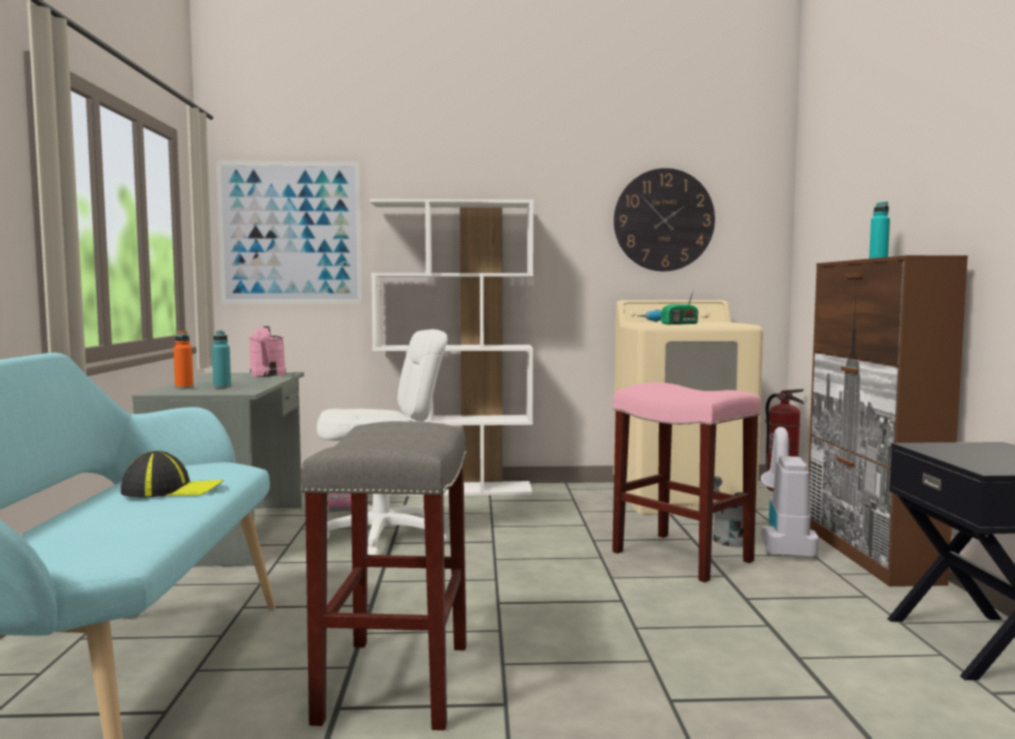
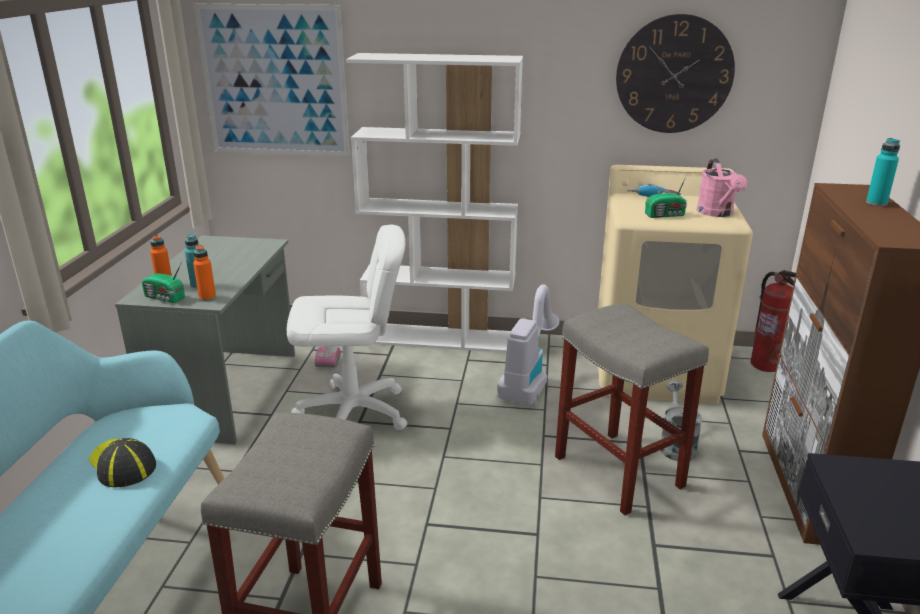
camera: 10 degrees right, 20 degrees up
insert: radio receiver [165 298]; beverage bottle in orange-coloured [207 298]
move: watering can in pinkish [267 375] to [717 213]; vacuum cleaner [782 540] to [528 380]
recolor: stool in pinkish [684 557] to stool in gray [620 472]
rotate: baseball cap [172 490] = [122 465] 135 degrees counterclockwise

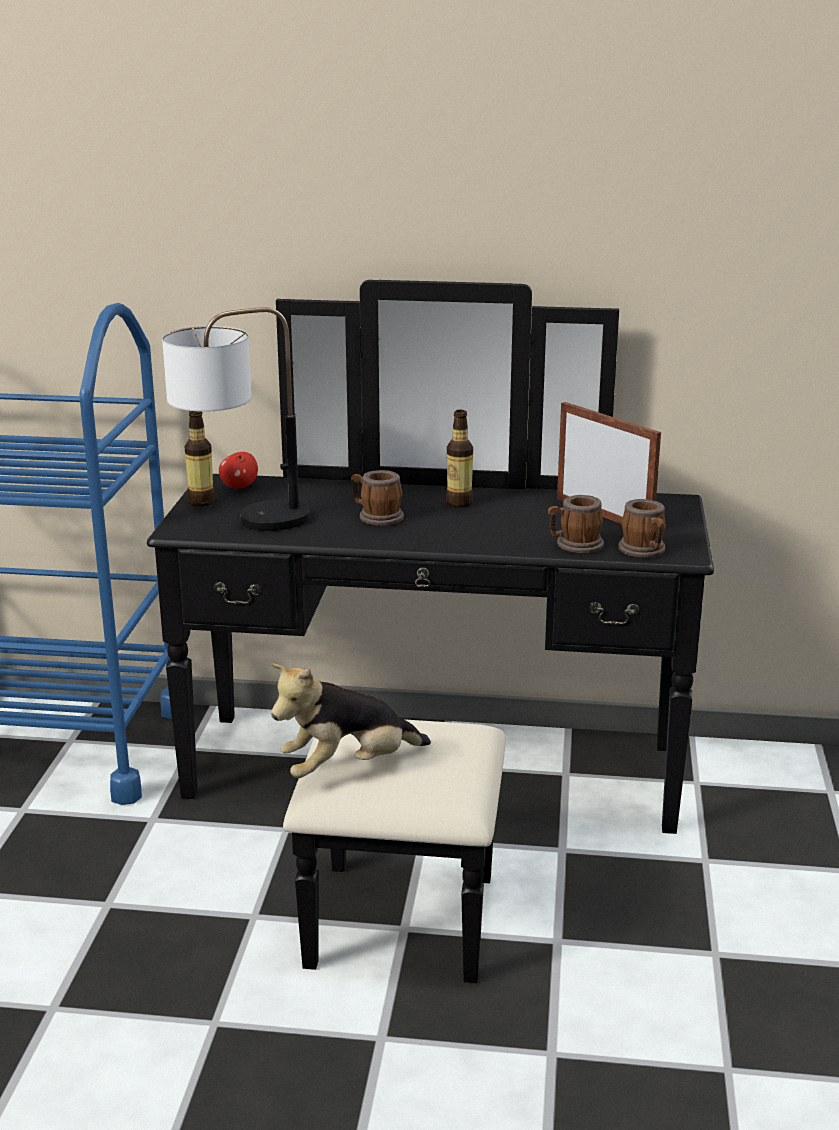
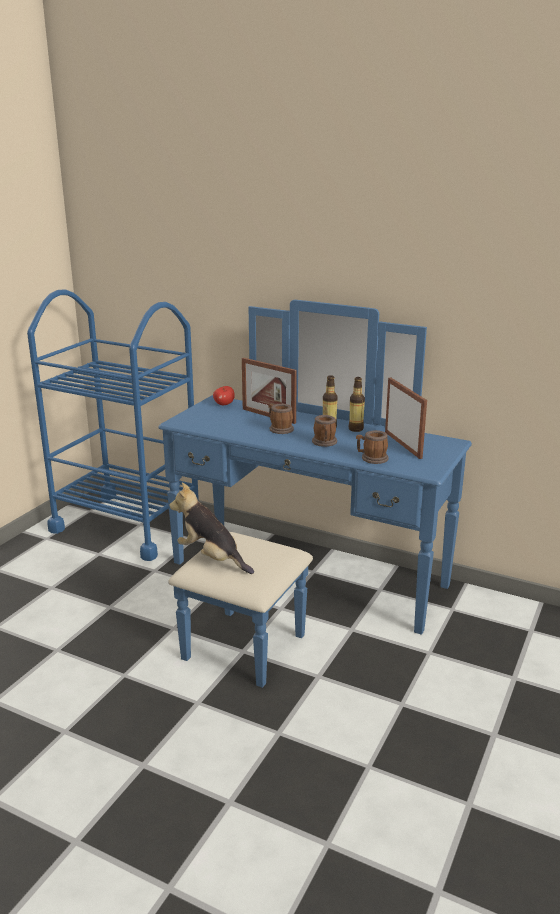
camera: 20 degrees right, 0 degrees up
delete: table lamp [241 524]
insert: photo frame [268 416]
move: beverage bottle [201 502] to [355 429]; coffee mug [644 551] to [324 443]
recolor: drawer chest in blackish [429 801] to drawer chest in blue [296 589]
rotate: cuddly toy [348 768] = [211 558] 45 degrees clockwise

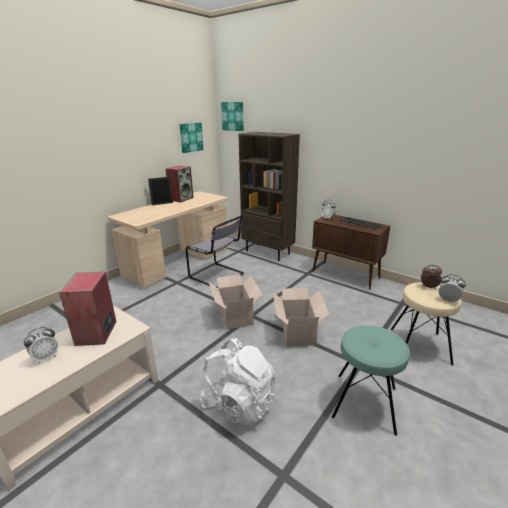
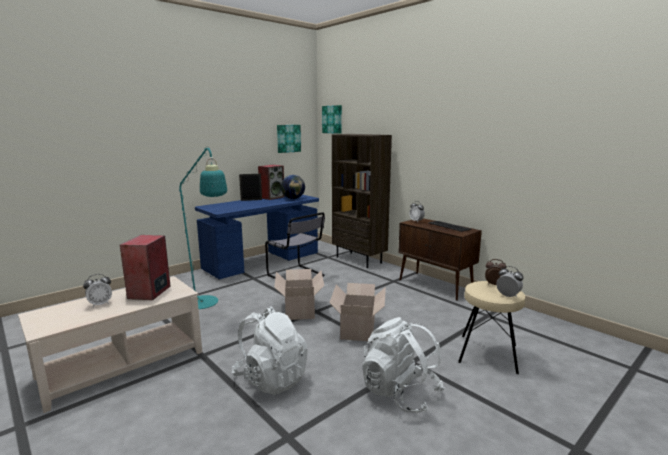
camera: 10 degrees right, 10 degrees down
insert: standard lamp in turquoise [205 305]; globe [293 199]
replace: stool in turquoise [364 402] to knapsack in white-coloured [400 393]
recolor: desk in beige-coloured [178 262] to desk in blue [262 262]

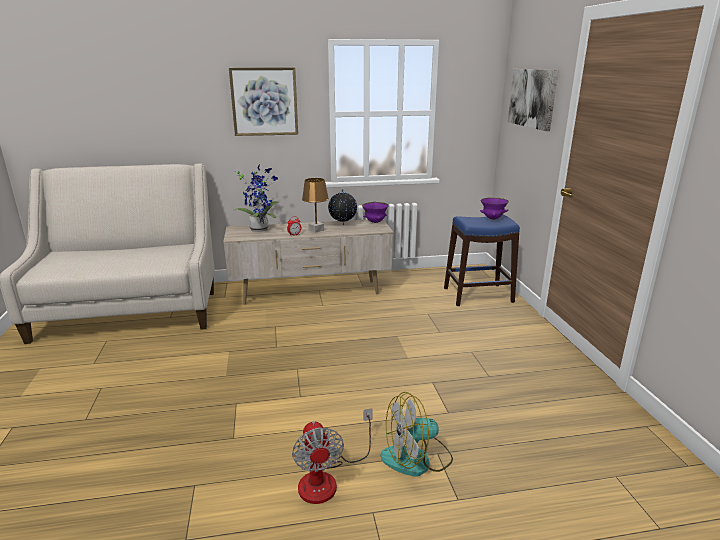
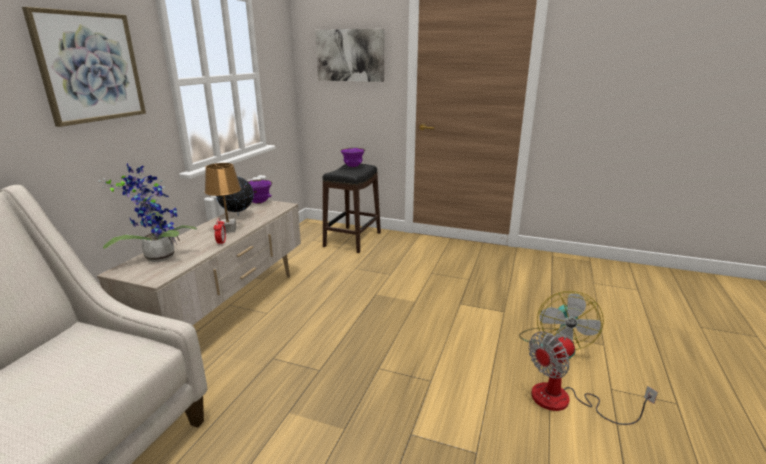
camera: 60 degrees left, 0 degrees up
recolor: stool in blue [477 295] to stool in blackish [352 239]
rotate: electric fan [327 479] = [565 401] 135 degrees clockwise

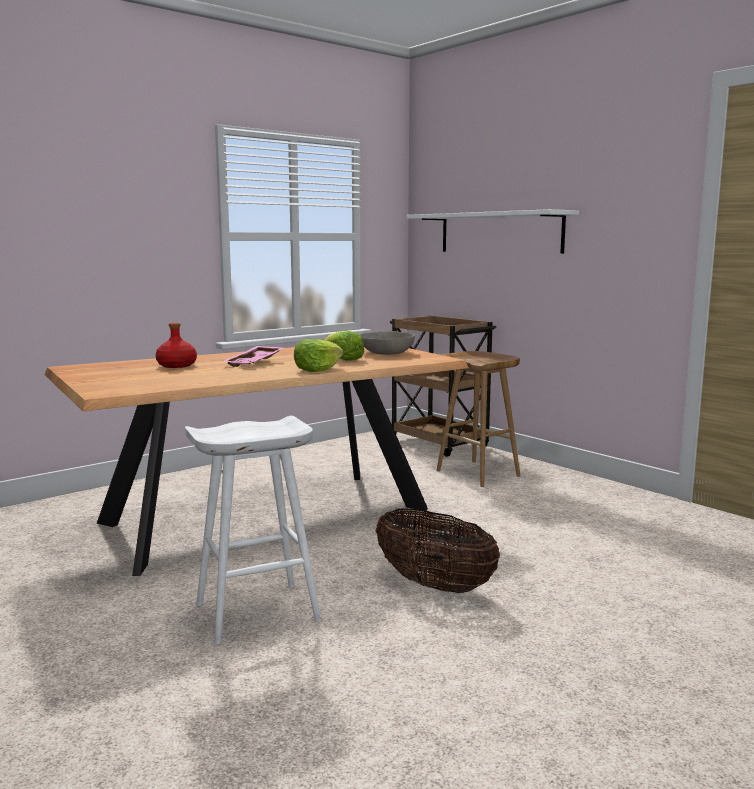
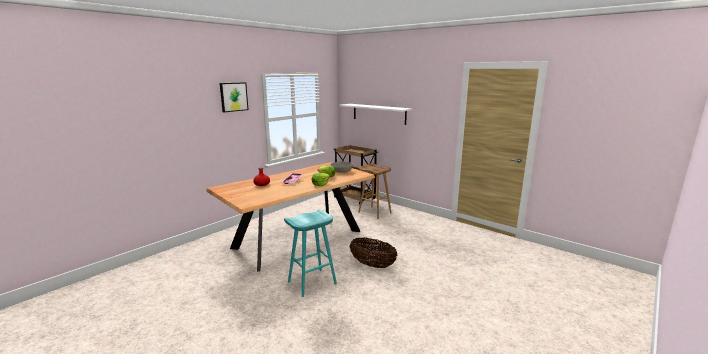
camera: 10 degrees left, 5 degrees up
insert: picture [233 97]
recolor: stool in white-coloured [256 613] to stool in turquoise [311 283]

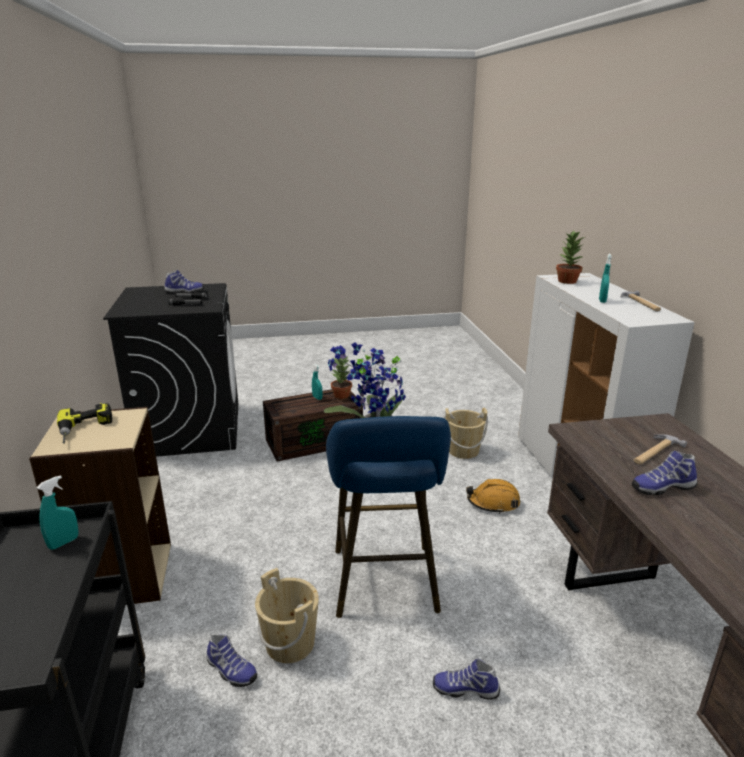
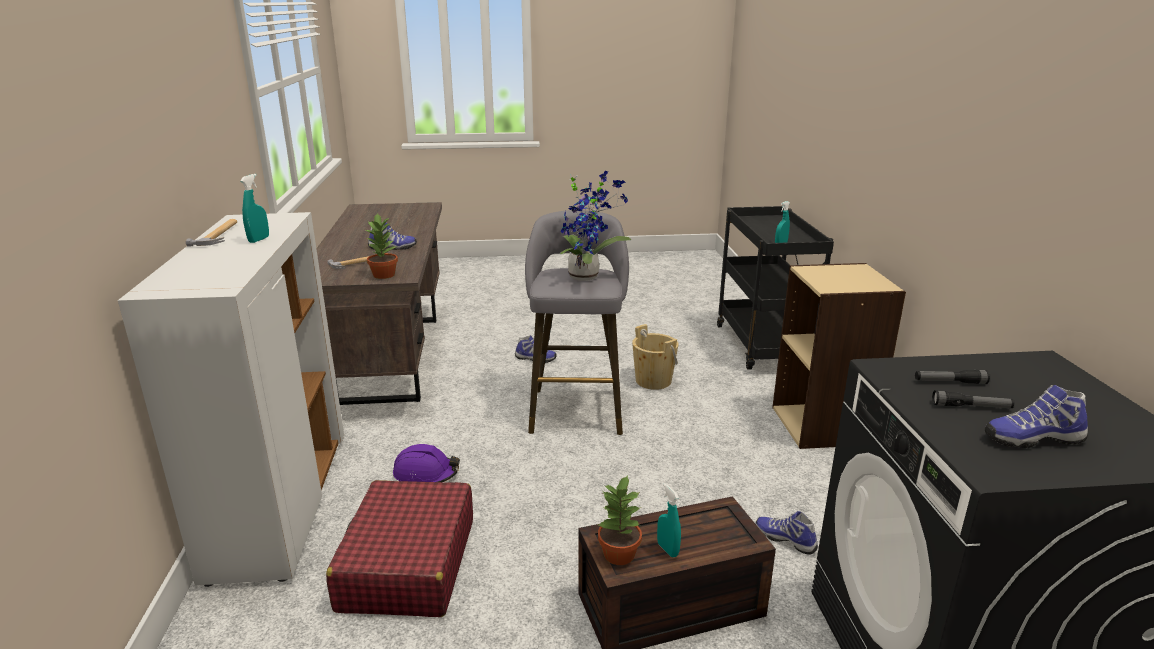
camera: 175 degrees left, 0 degrees up
delete: power drill [85 429]
move: shoe [230 670] to [786 539]; houseplant [567 281] to [384 275]
replace: pail in beige-coloured [463 450] to suitcase in reddish [407 564]
recolor: stool in blue [385 585] to stool in gray [576 408]; hard hat in orange-coloured [493 503] to hard hat in purplish [426 474]

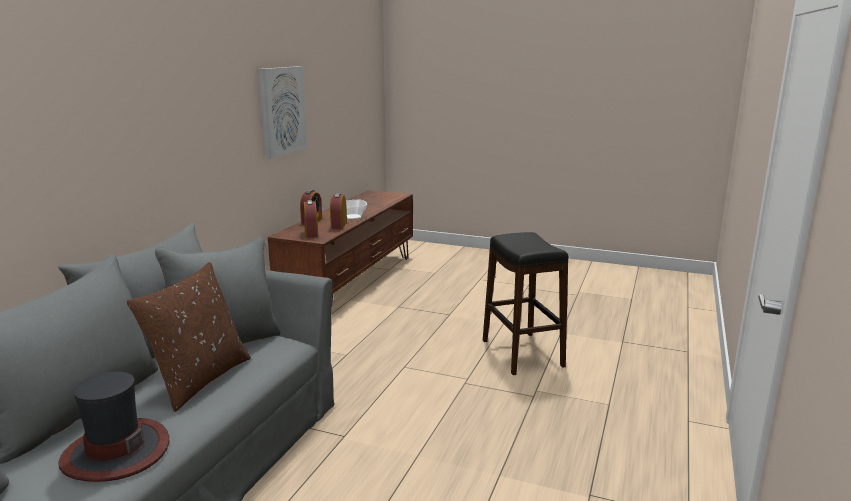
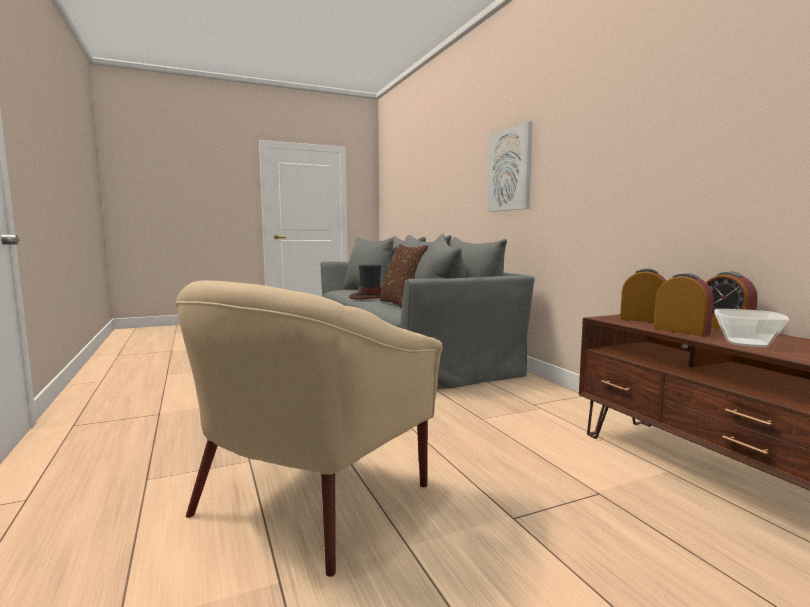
camera: 135 degrees right, 10 degrees down
move: picture [282 111] to [509 170]
replace: stool in blackish [522 353] to easy chair in beige-coloured [309 499]

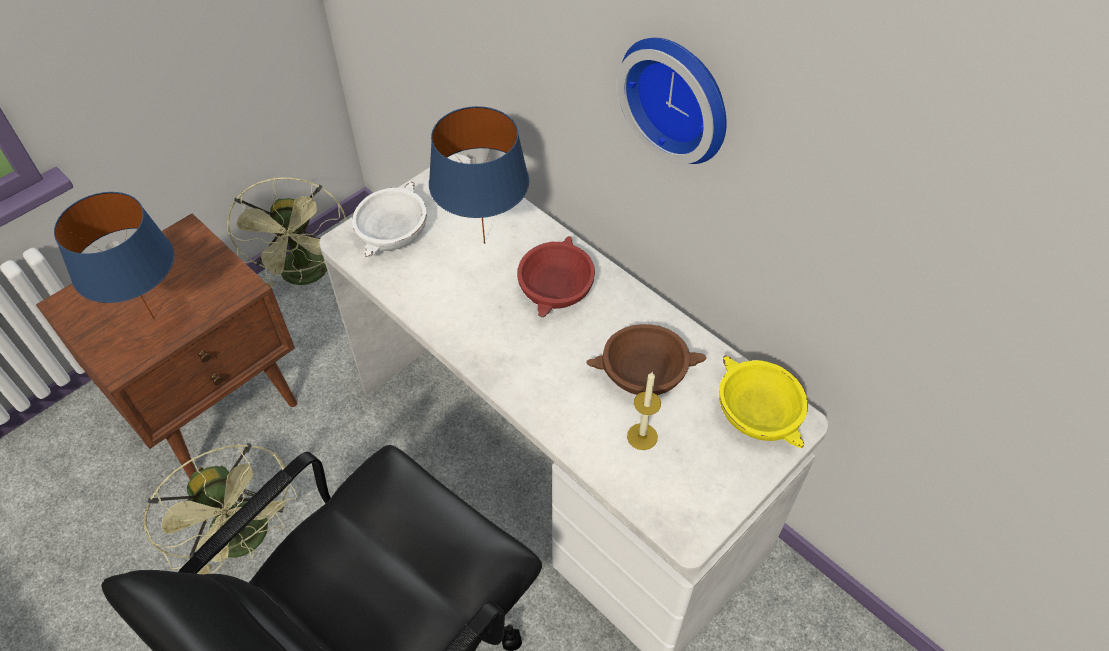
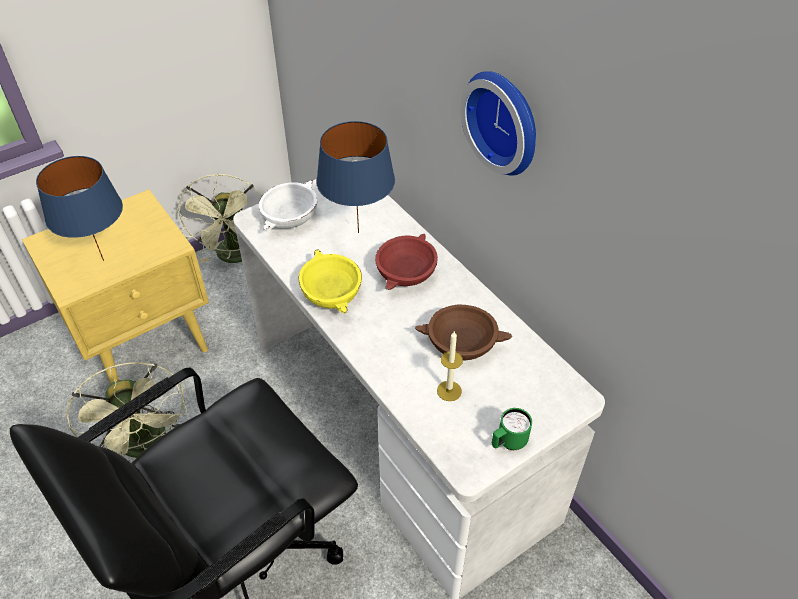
camera: 10 degrees right, 5 degrees down
insert: coffee mug in green [508 442]
move: bowl in yellowish [759 413] to [332 293]
recolor: nightstand in brownish [217 405] to nightstand in yellowish [147 343]

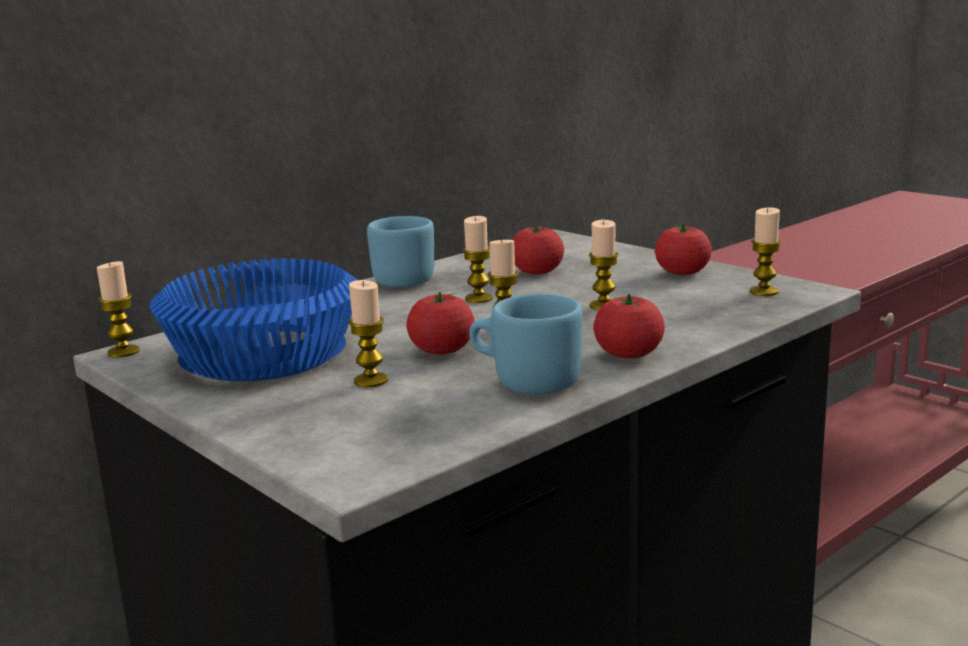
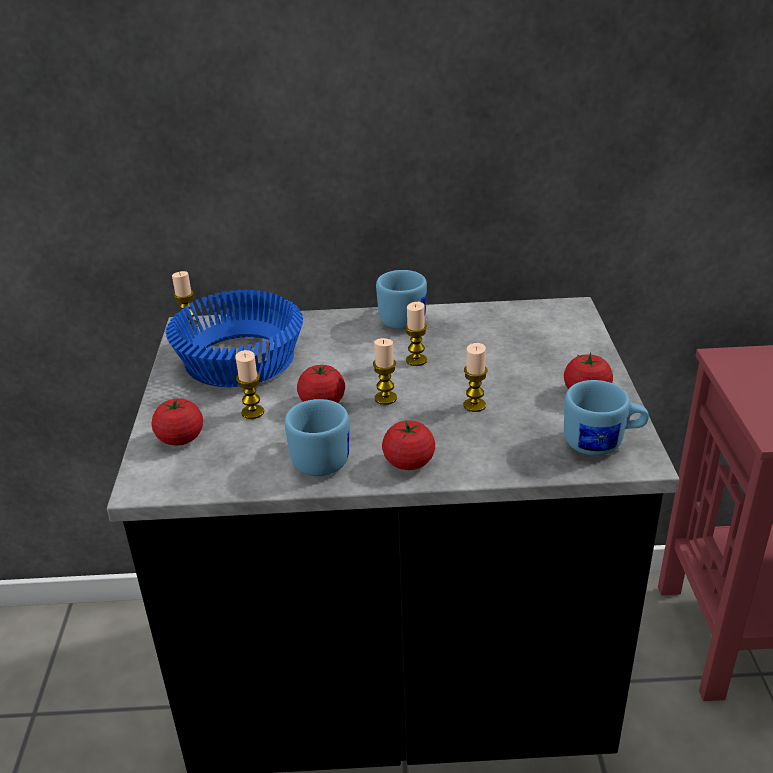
camera: 40 degrees right, 15 degrees up
move: fresh tomato [537 272] to [180 438]
replace: wax light [764 292] to coffee mug in blue [602 443]

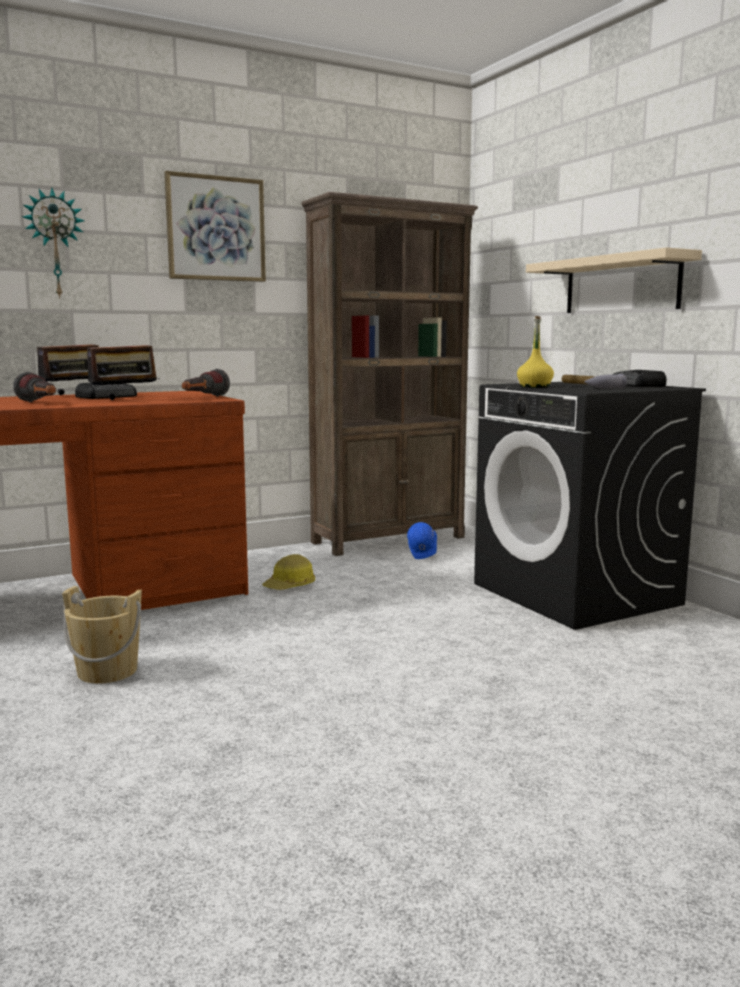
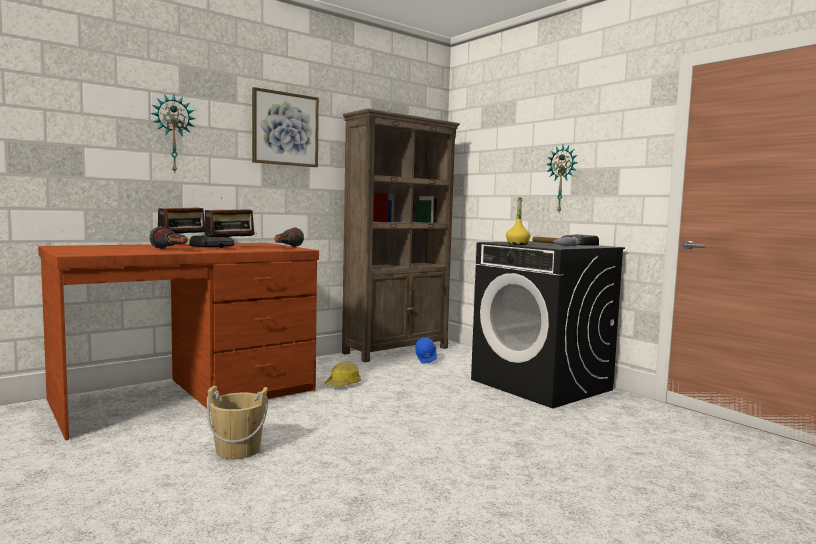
camera: 10 degrees left, 5 degrees down
replace: bracket shelf in beige-coloured [621 285] to hanging clock [562 179]

